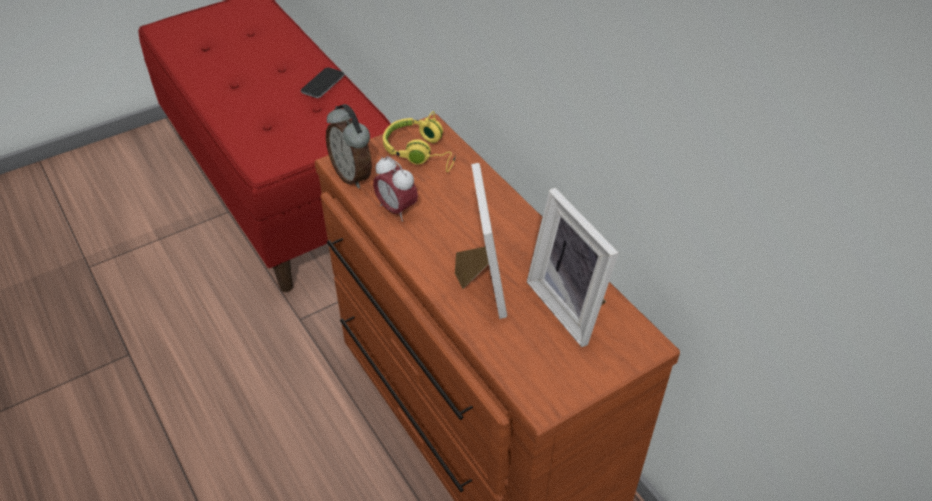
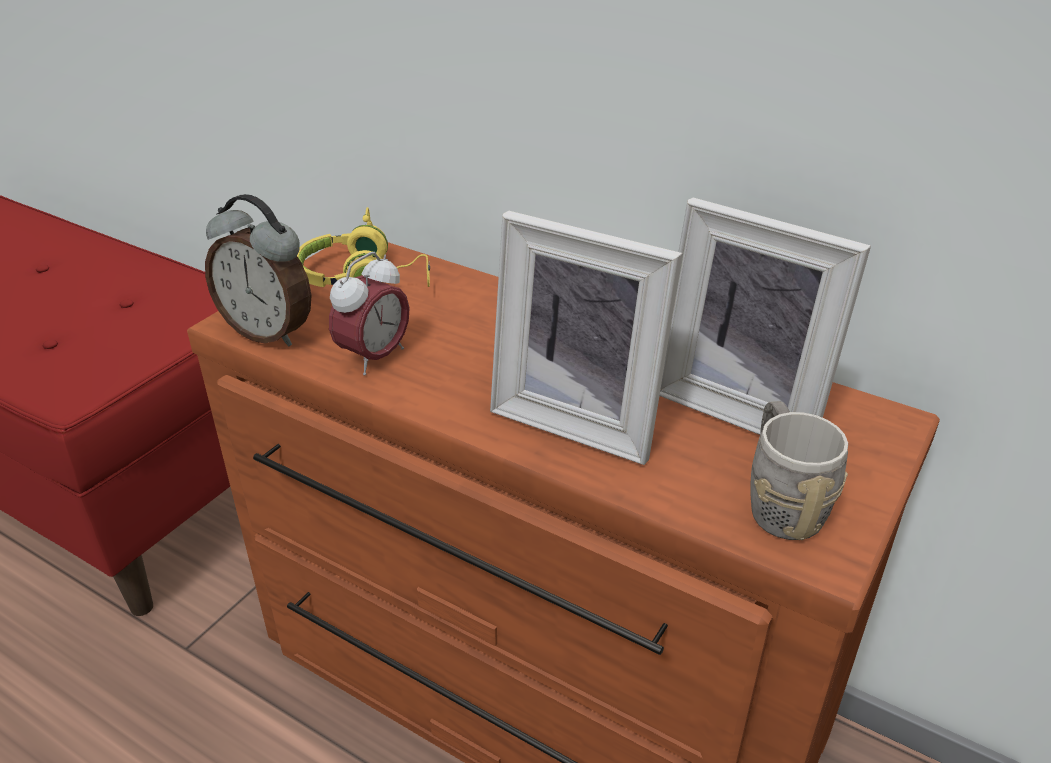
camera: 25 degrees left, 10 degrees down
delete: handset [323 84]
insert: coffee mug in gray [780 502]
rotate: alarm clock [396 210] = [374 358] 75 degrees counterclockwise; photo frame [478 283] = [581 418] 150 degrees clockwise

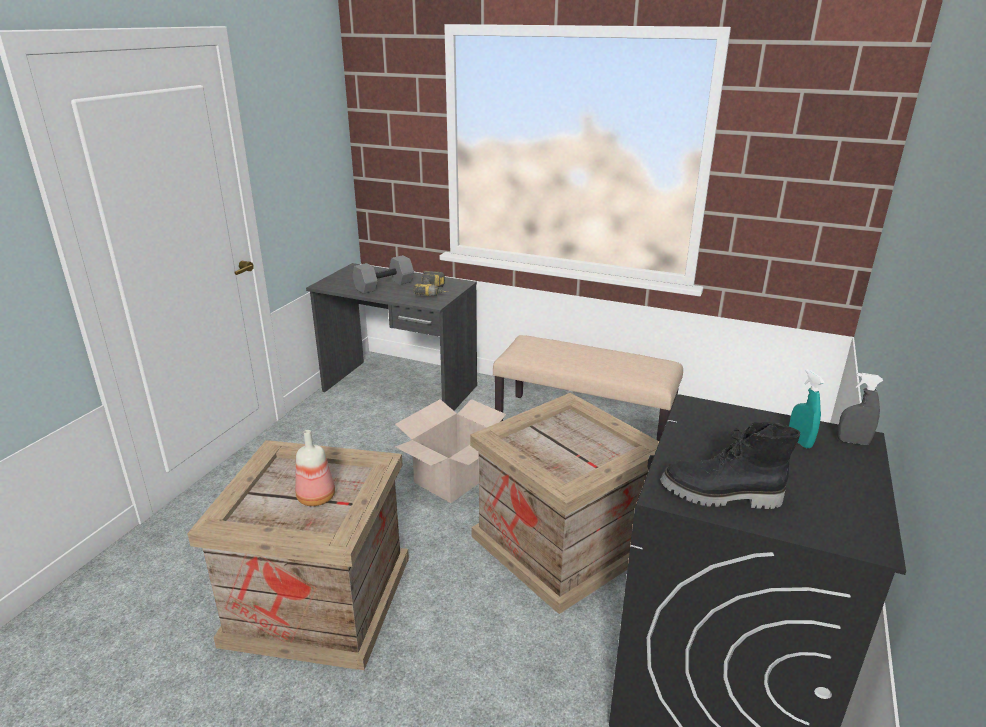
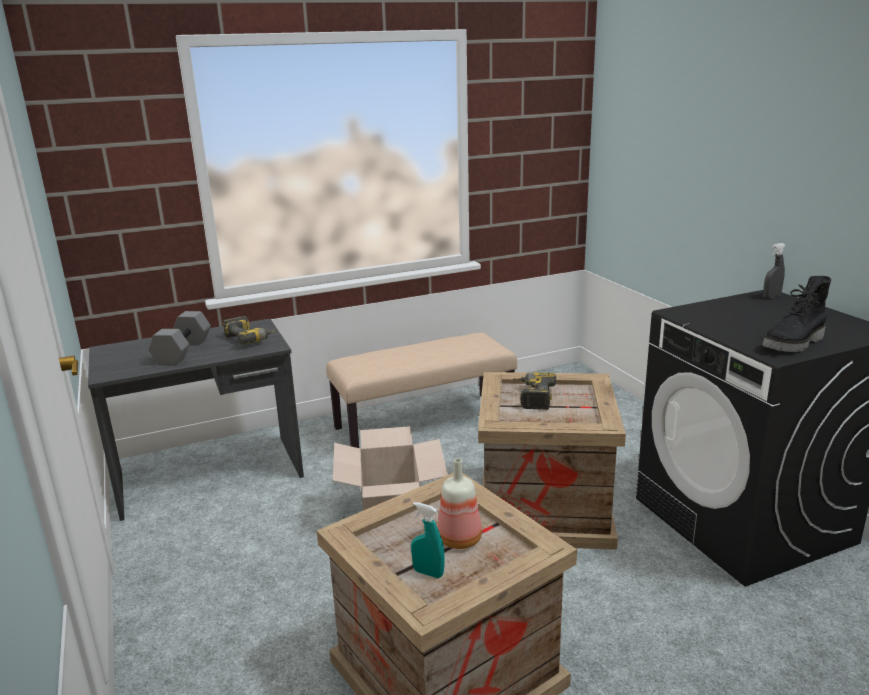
camera: 45 degrees left, 5 degrees down
insert: power drill [531 397]
move: spray bottle in turquoise [799 441] to [428 573]

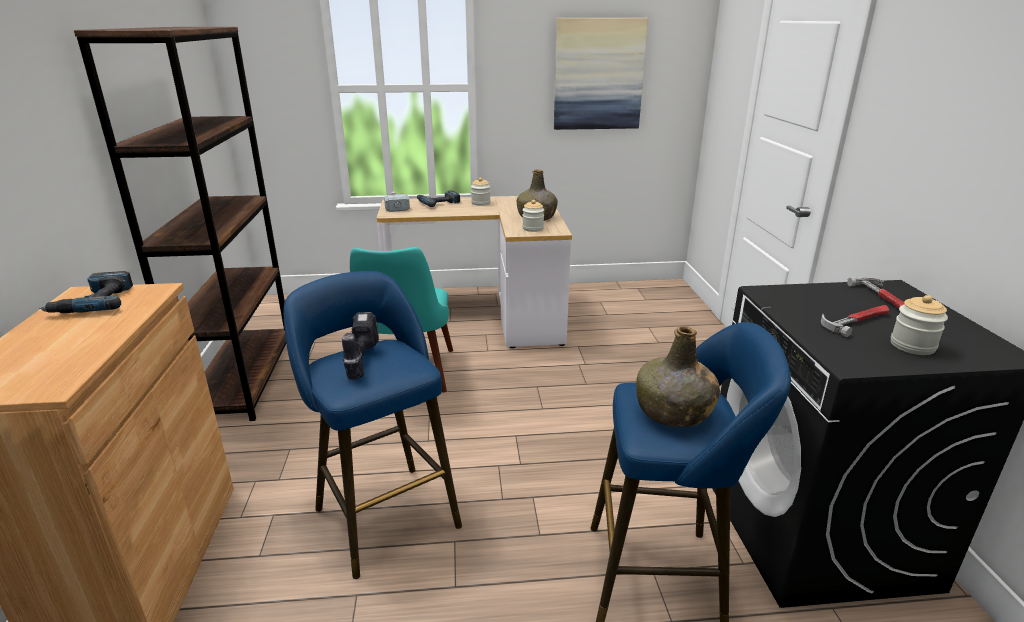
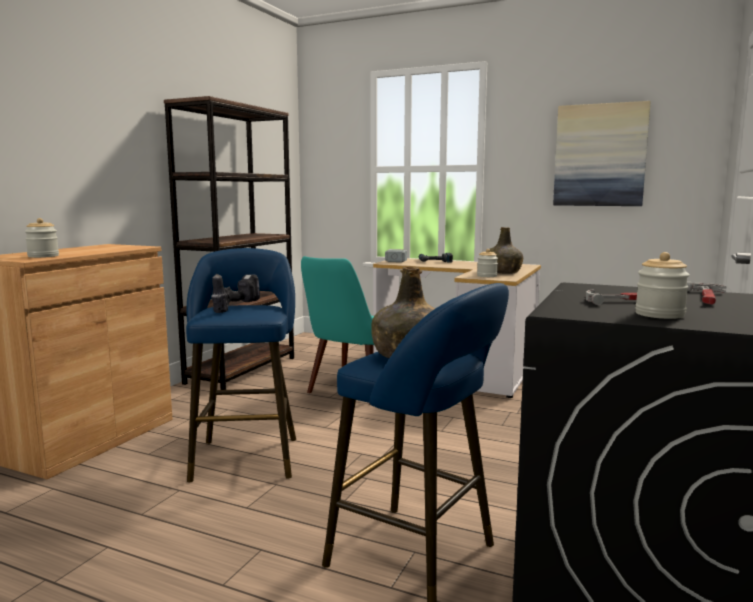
camera: 30 degrees right, 15 degrees down
delete: power drill [94 301]
move: storage jar [481 203] to [43 256]

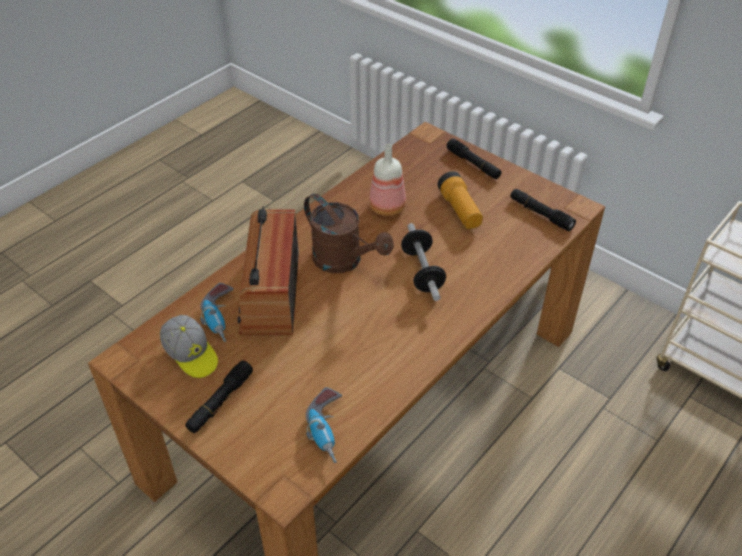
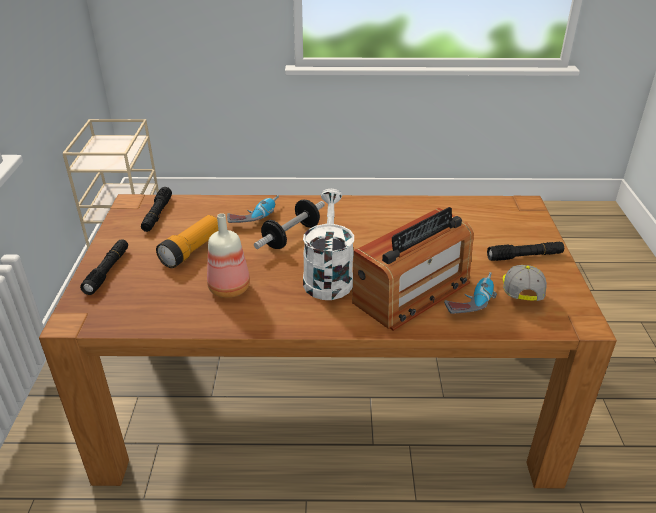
camera: 130 degrees left, 10 degrees down
move: power drill [329 430] to [255 216]
recolor: watering can in brownish [344 261] to watering can in white-coloured [328 276]

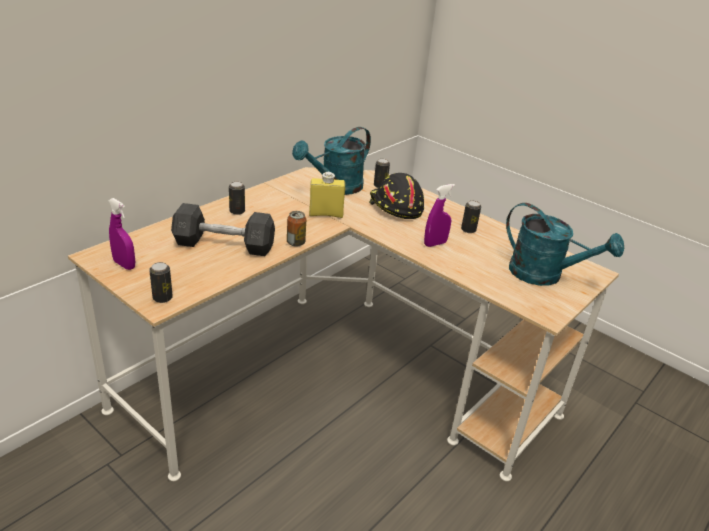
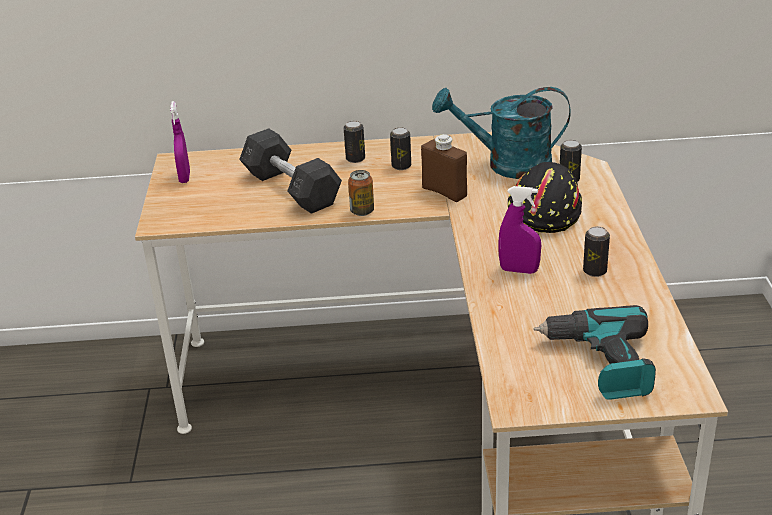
camera: 50 degrees right, 0 degrees up
move: can [162 298] to [401 166]
replace: watering can in turquoise [544 275] to power drill [600 363]
recolor: beverage bottle in yellowish [326 214] to beverage bottle in brownish [444 192]

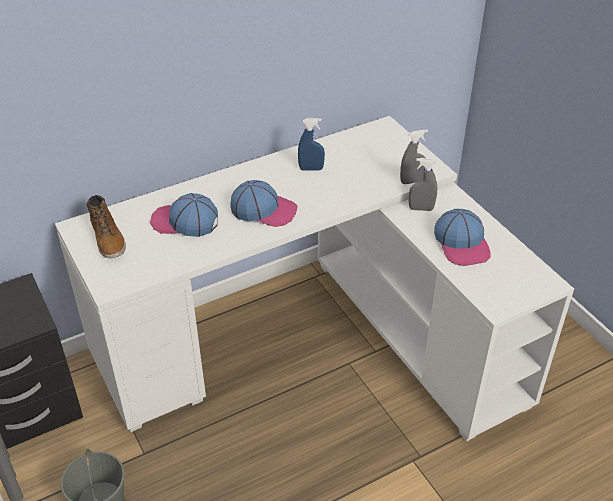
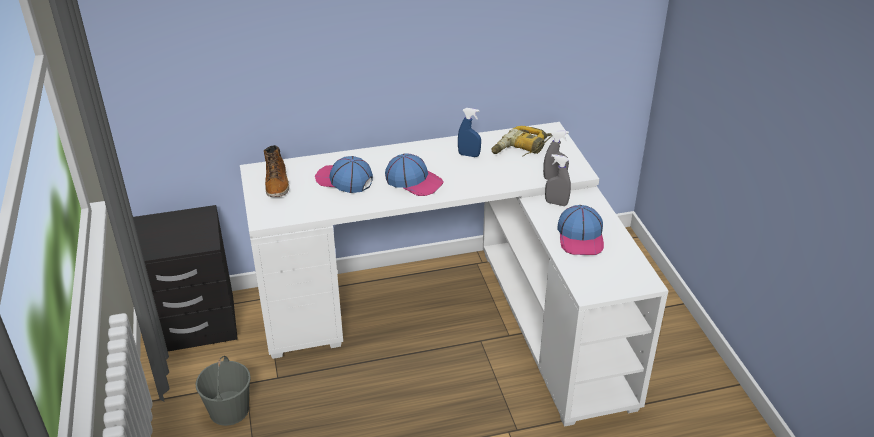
camera: 15 degrees right, 5 degrees down
insert: power drill [523 149]

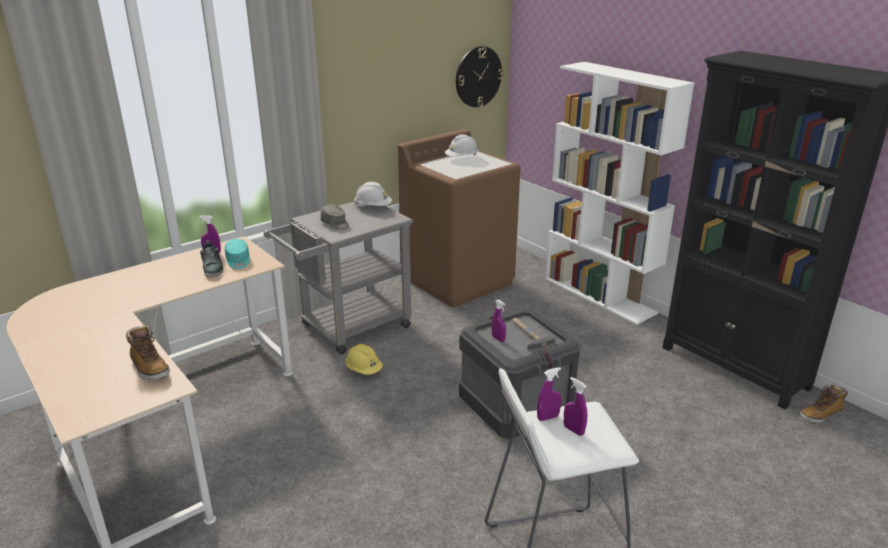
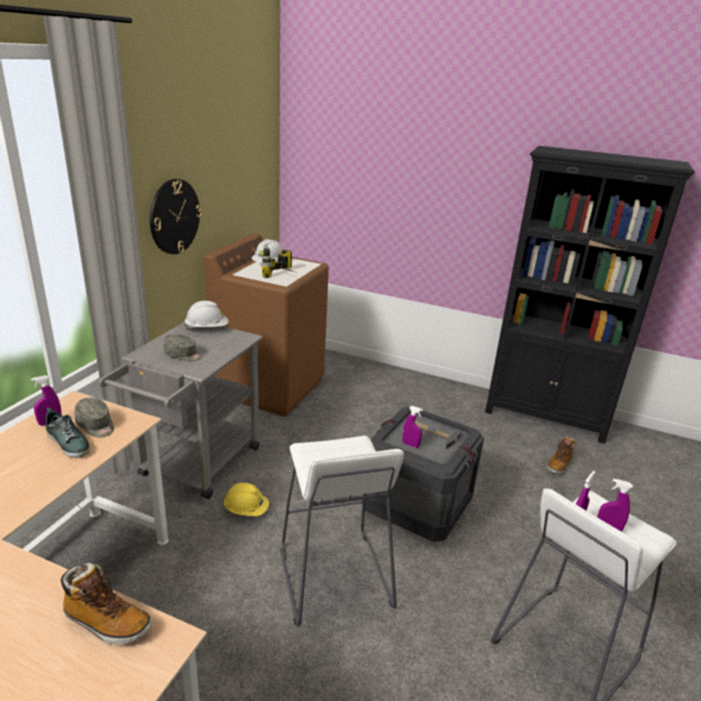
camera: 30 degrees left, 0 degrees up
delete: bookcase in white-coloured [599 296]
insert: power drill [285 276]; stool in white-coloured [333 578]
move: hanging clock [478 76] to [174 216]; high-top boot [820 415] to [559 464]
recolor: baseball cap in turquoise [238 261] to baseball cap in gray [96 425]

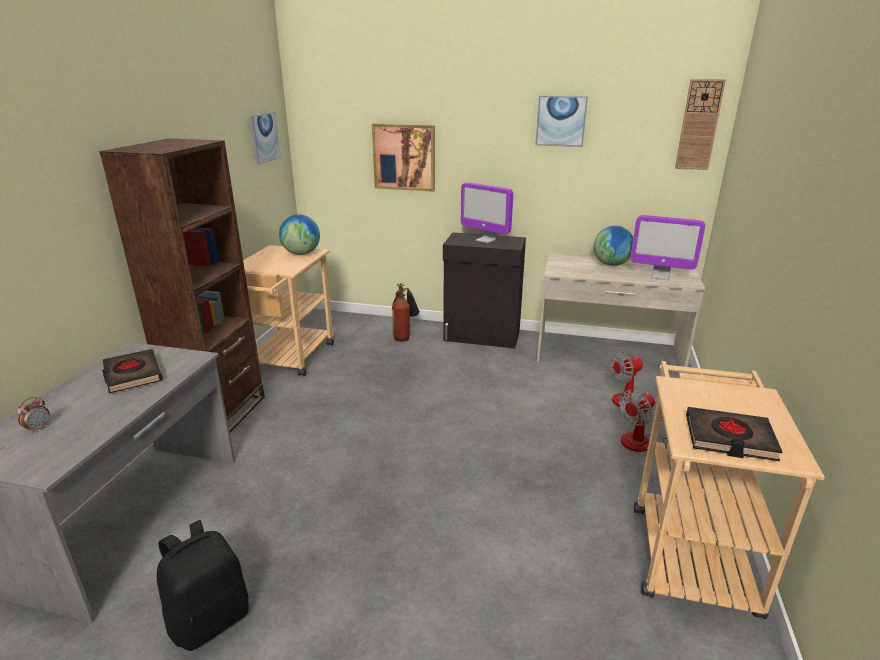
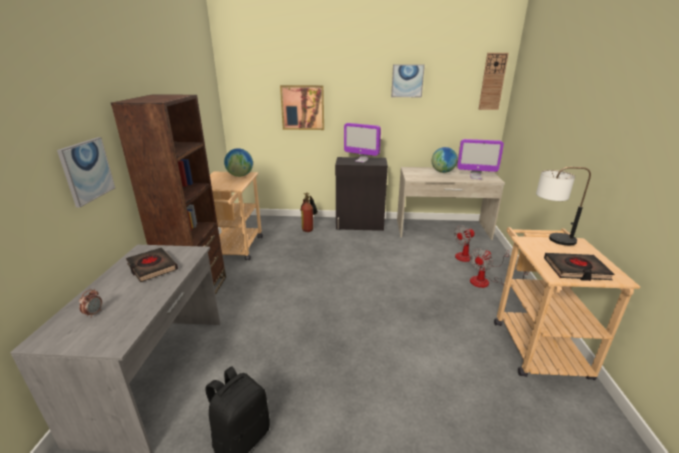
camera: 10 degrees left, 0 degrees up
insert: table lamp [549 239]
move: picture [264 137] to [87 171]

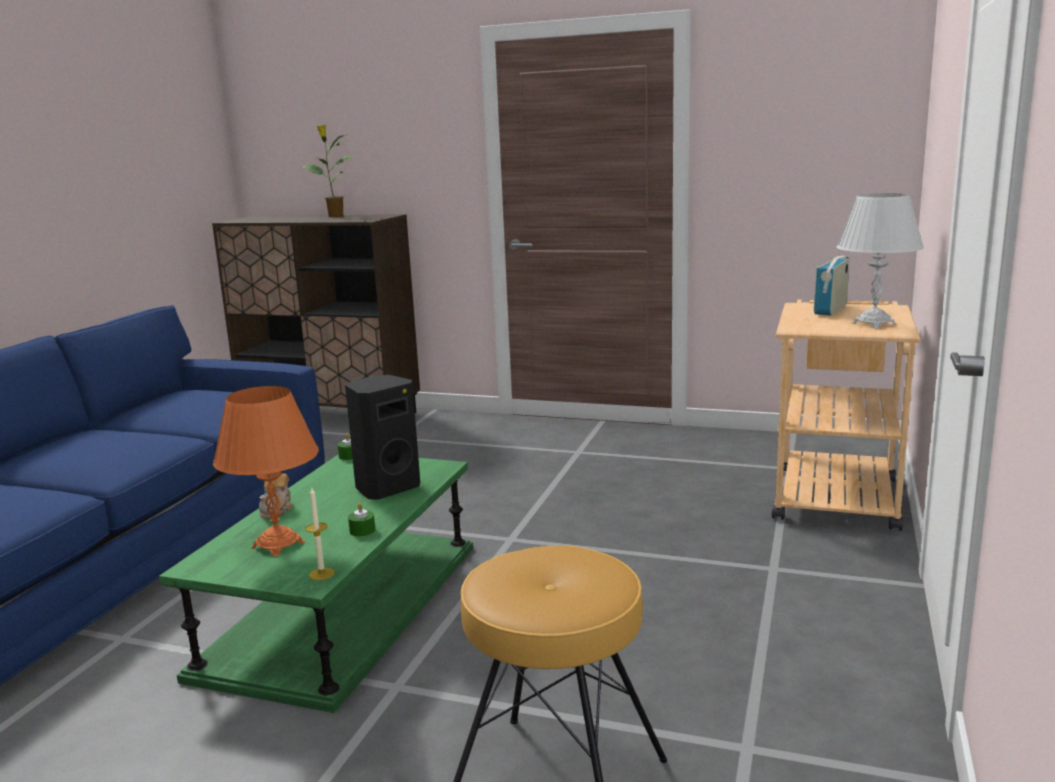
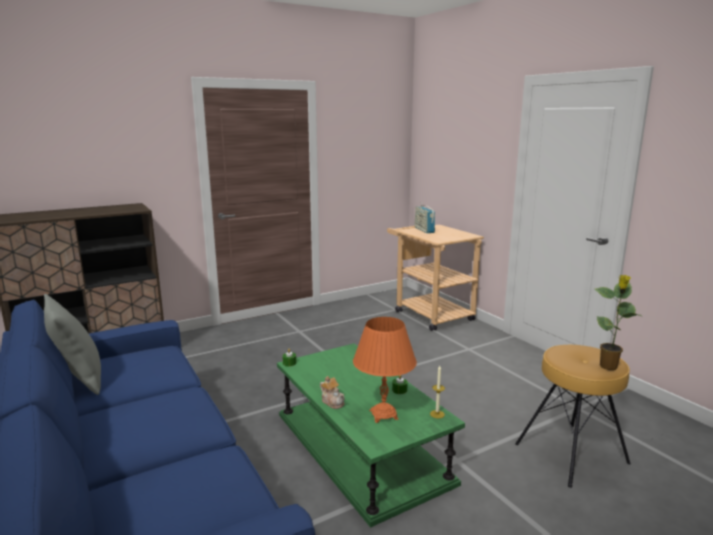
camera: 50 degrees left, 0 degrees up
delete: speaker in blackish [386 488]; table lamp in white-coloured [873 324]
insert: cushion in gray [79 379]
move: houseplant [335 216] to [609 367]

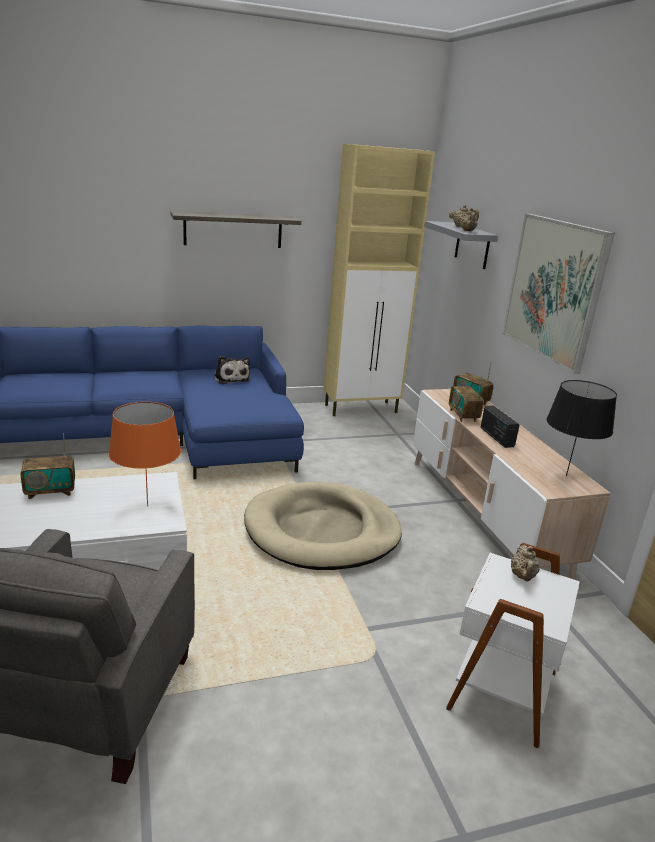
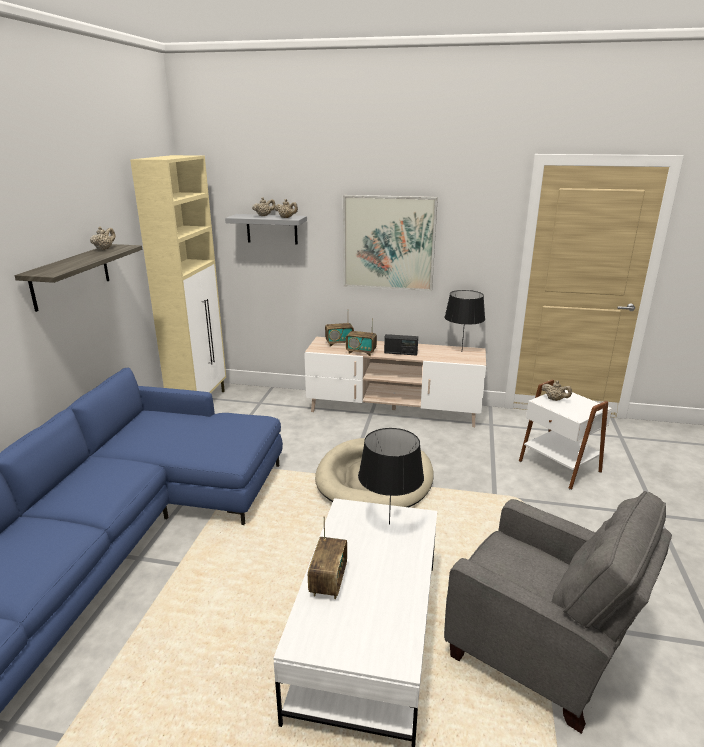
camera: 60 degrees left, 0 degrees up
delete: cuddly toy [231 378]
insert: teapot in beige-coloured [104 249]
recolor: table lamp in orange-coloured [147 506] to table lamp in blackish [389 524]

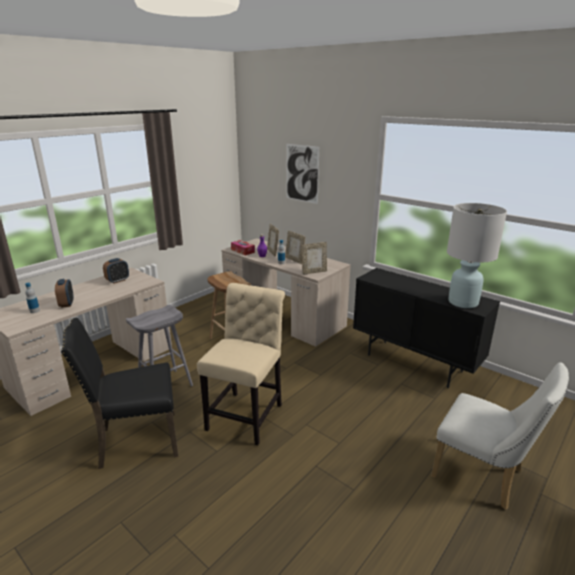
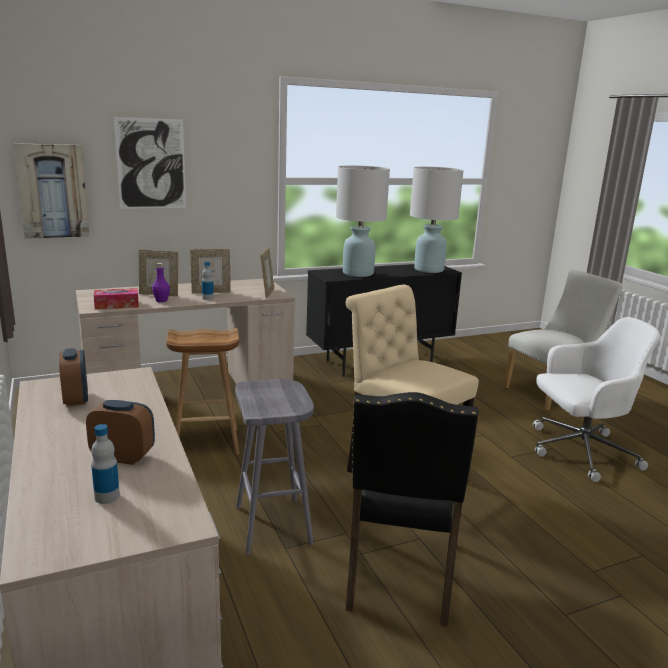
camera: 65 degrees left, 5 degrees down
insert: picture [52 191]; table lamp in white-coloured [358 273]; office chair in white-coloured [579 451]

